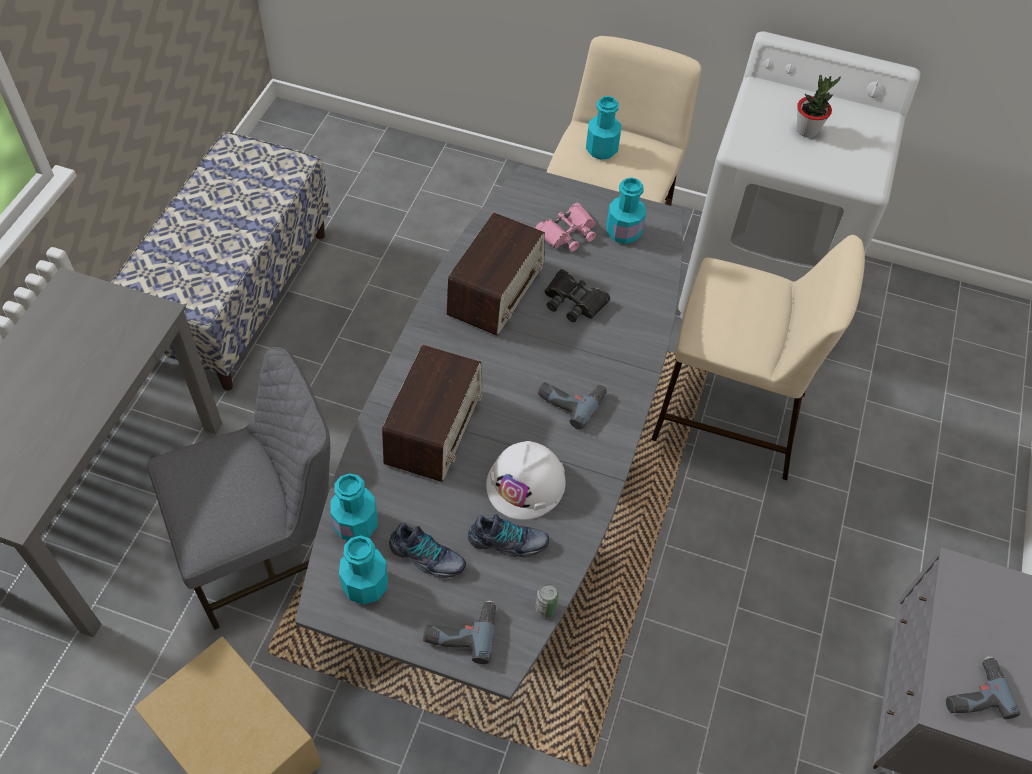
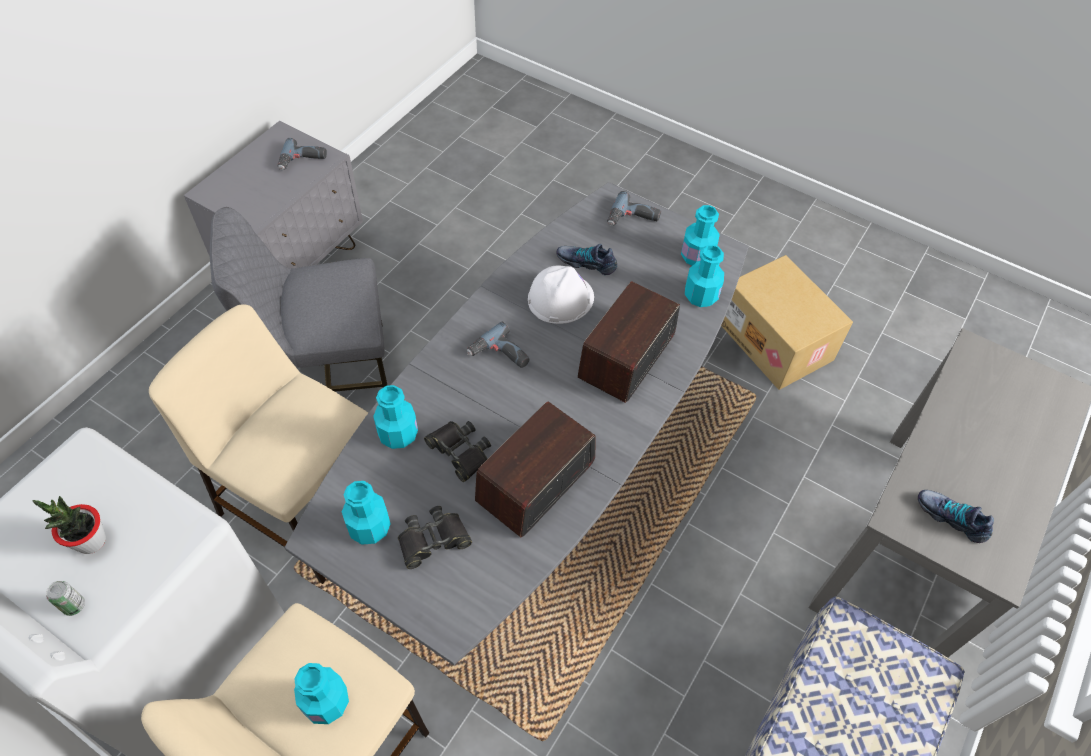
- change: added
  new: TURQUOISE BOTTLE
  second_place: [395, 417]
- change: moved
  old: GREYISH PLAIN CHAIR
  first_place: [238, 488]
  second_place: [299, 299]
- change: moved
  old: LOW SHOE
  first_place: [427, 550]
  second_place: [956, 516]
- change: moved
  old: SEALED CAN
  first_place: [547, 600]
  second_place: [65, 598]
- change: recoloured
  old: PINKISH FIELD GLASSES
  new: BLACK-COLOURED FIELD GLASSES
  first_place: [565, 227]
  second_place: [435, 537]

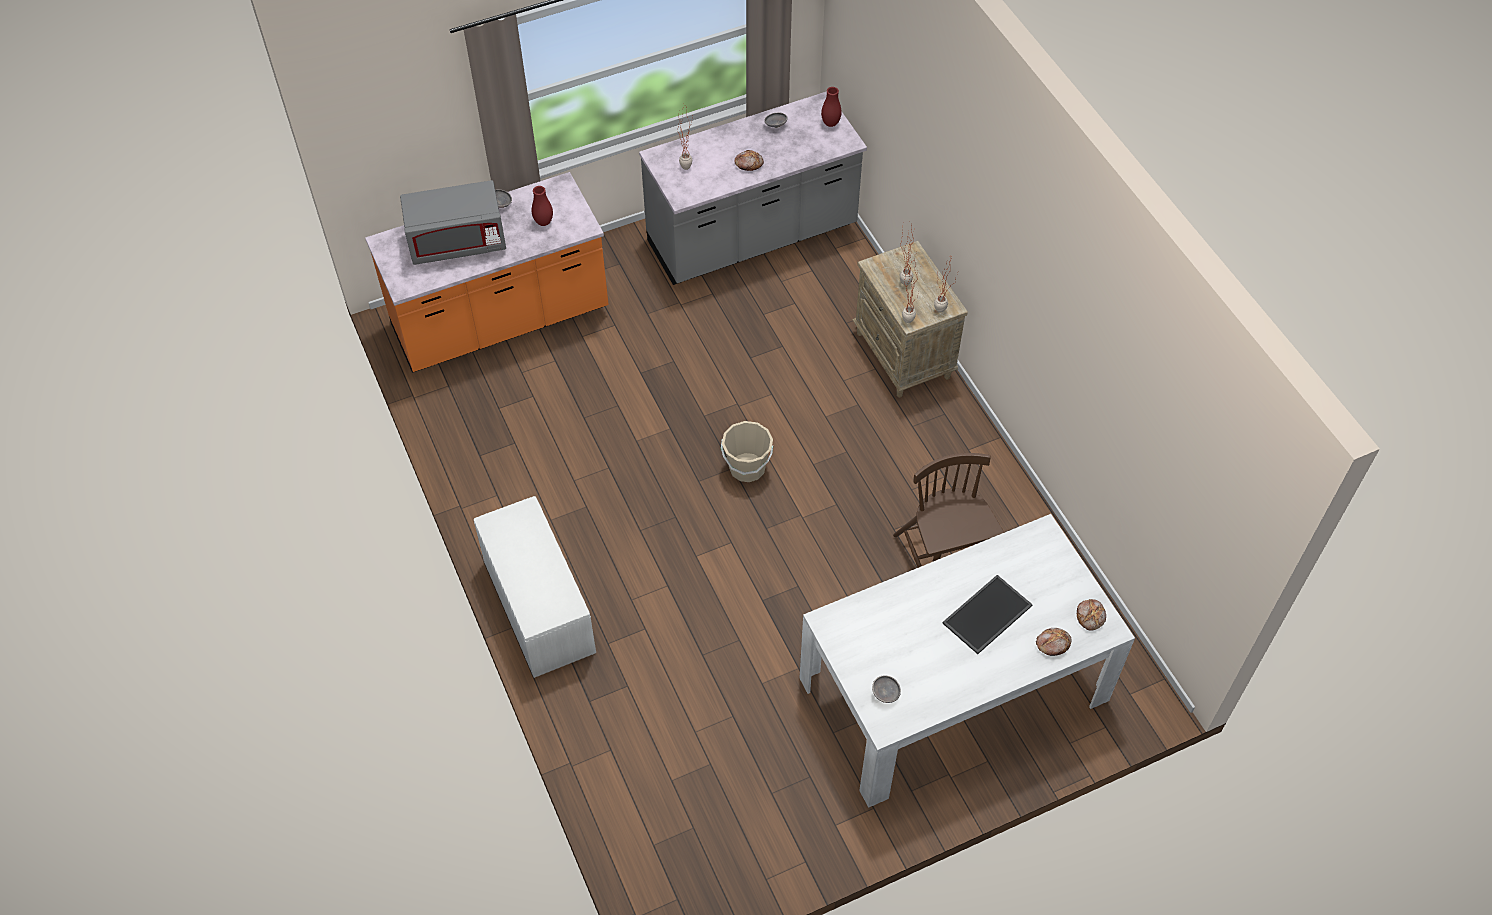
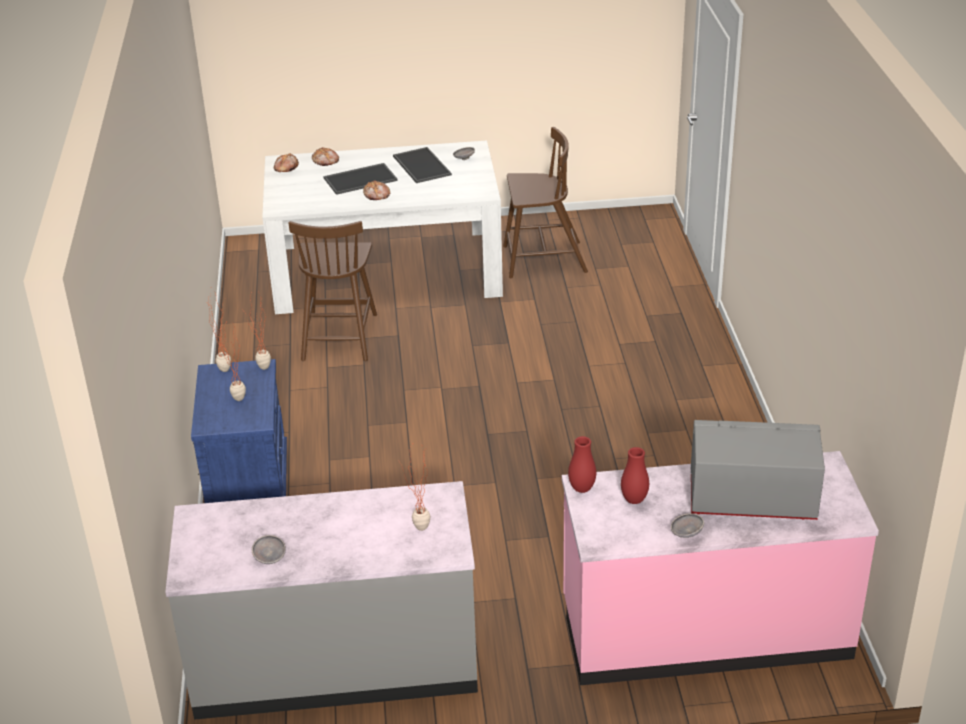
- change: removed
  old: WHITE-COLOURED LONG SEAT
  first_place: [535, 587]
- change: removed
  old: SAND-COLOURED BUCKET
  first_place: [747, 451]
- change: added
  new: CARRYING TRAY
  second_place: [422, 165]
- change: added
  new: BROWNISH PLAIN CHAIR
  second_place: [545, 202]
- change: moved
  old: BAKERY BREAD
  first_place: [749, 160]
  second_place: [377, 190]
- change: moved
  old: RED-COLOURED FLOWER VASE
  first_place: [831, 107]
  second_place: [582, 464]
- change: recoloured
  old: ORANGEY KITCHEN COUNTER
  new: PINKISH KITCHEN COUNTER
  first_place: [487, 272]
  second_place: [720, 568]
- change: recoloured
  old: SAND-COLOURED NIGHT TABLE
  new: BLUE-COLOURED NIGHT TABLE
  first_place: [910, 319]
  second_place: [239, 431]

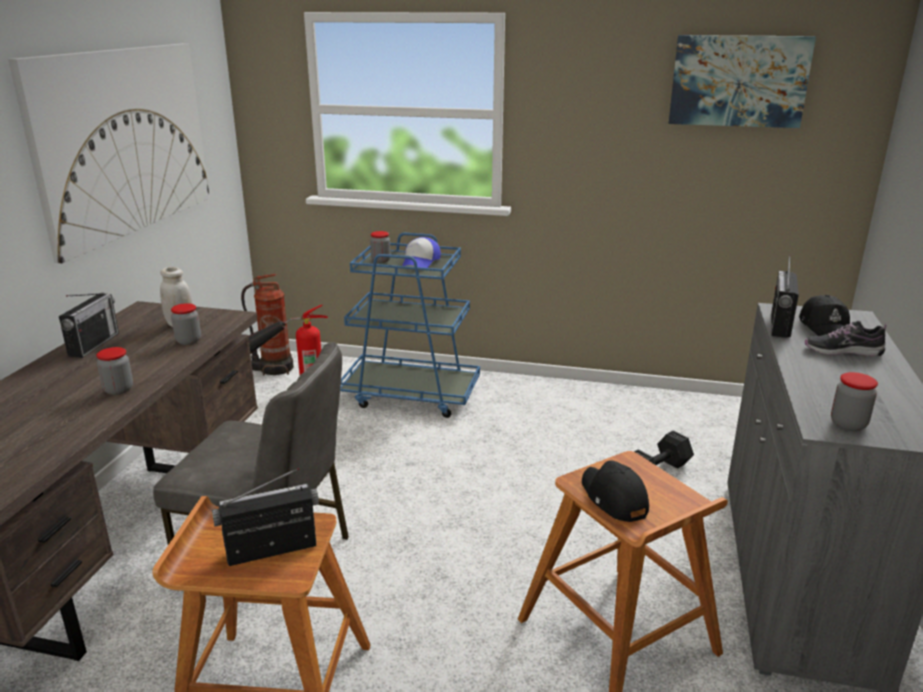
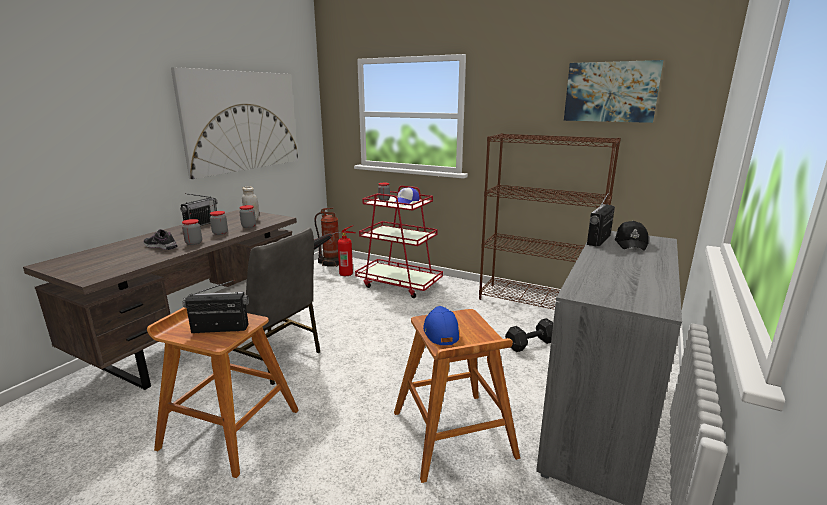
- change: added
  new: BROWNISH BOOKSHELF
  second_place: [550, 221]
- change: moved
  old: LOW SHOE
  first_place: [846, 338]
  second_place: [160, 239]
- change: moved
  old: PRESERVE JAR
  first_place: [854, 401]
  second_place: [219, 223]
- change: recoloured
  old: BLUE-COLOURED CART
  new: RED-COLOURED CART
  first_place: [410, 325]
  second_place: [399, 242]
- change: recoloured
  old: BLACK-COLOURED CAP
  new: BLUE-COLOURED CAP
  first_place: [615, 491]
  second_place: [441, 325]

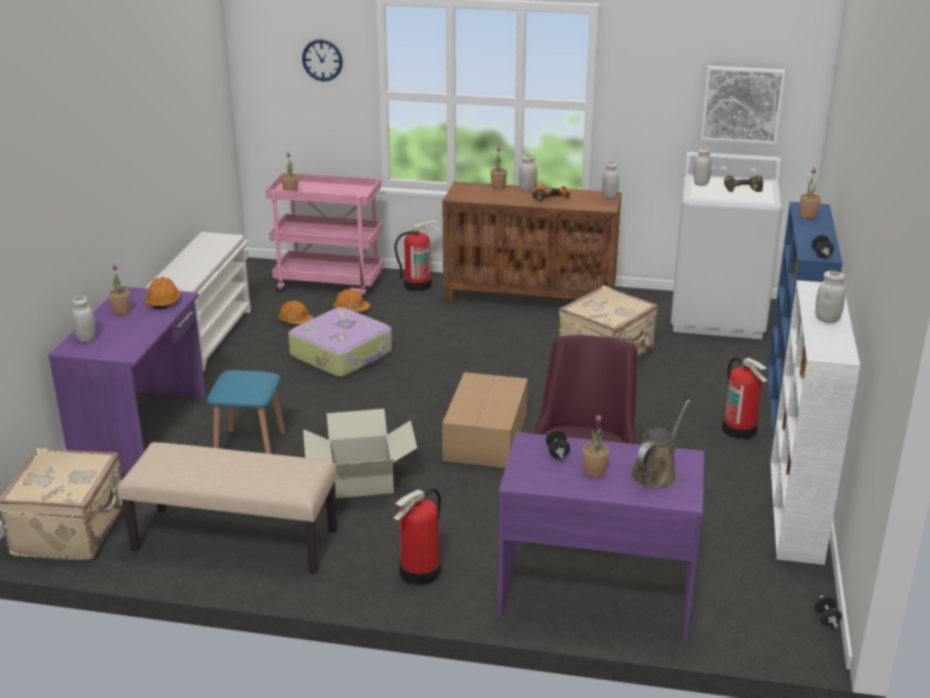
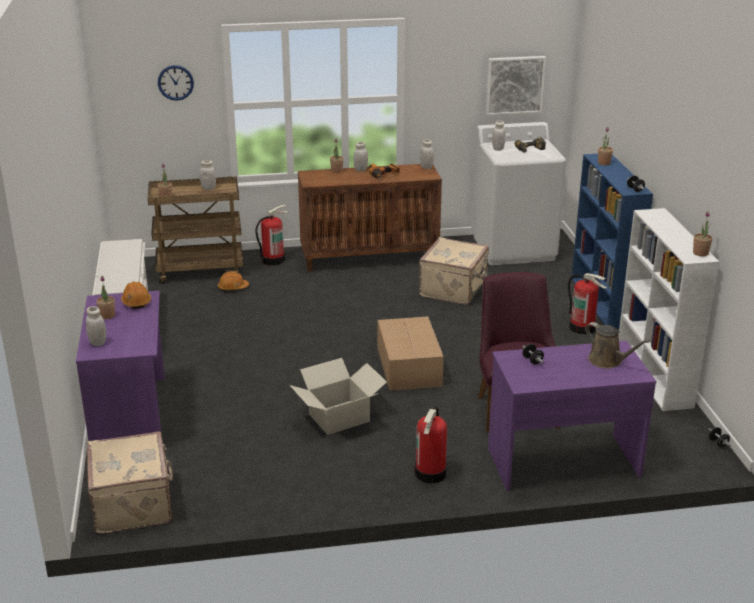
- change: removed
  old: SAND-COLOURED LONG SEAT
  first_place: [227, 507]
- change: removed
  old: BLUE-COLOURED STOOL SEAT
  first_place: [246, 412]
- change: removed
  old: ORANGEY WORK HELMET
  first_place: [295, 312]
- change: removed
  old: PIECE OF LUGGAGE
  first_place: [340, 342]
- change: moved
  old: POTTED PLANT
  first_place: [596, 446]
  second_place: [703, 234]
- change: moved
  old: WHITE-COLOURED PRESERVE JAR
  first_place: [830, 297]
  second_place: [208, 175]
- change: recoloured
  old: PINKISH CART
  new: BROWNISH CART
  first_place: [325, 234]
  second_place: [196, 230]
- change: turned
  old: BROWNISH WATERING CAN
  first_place: [661, 443]
  second_place: [617, 345]
  degrees: 120

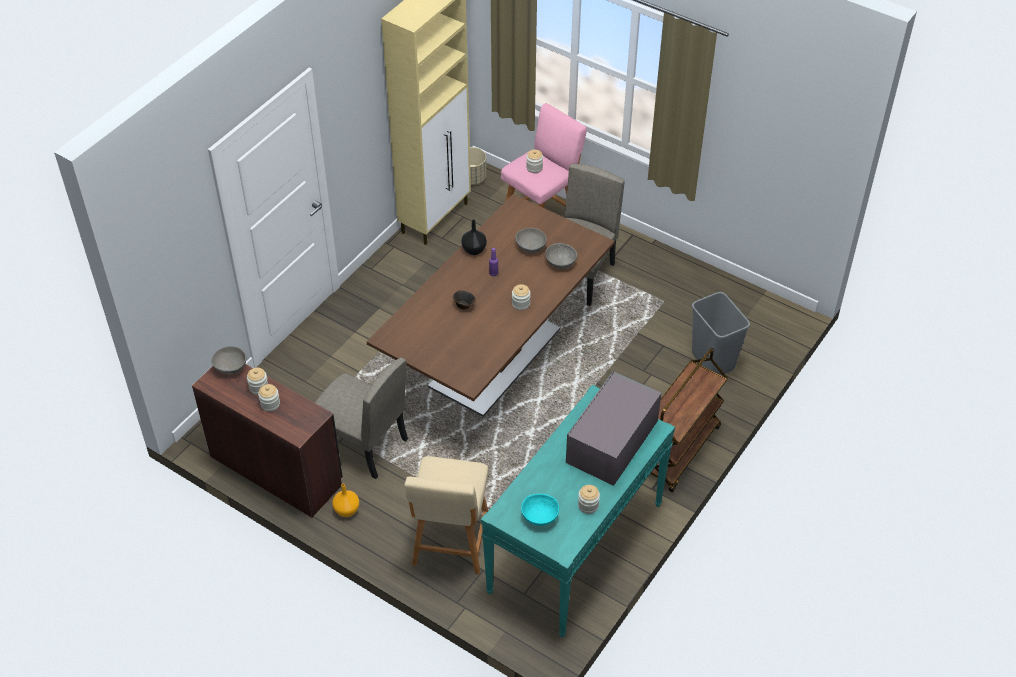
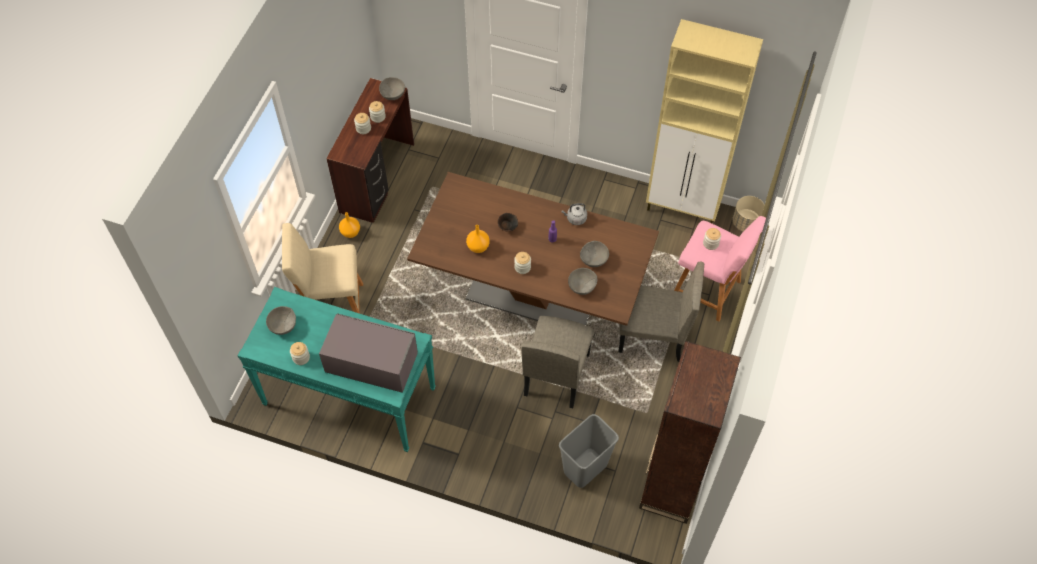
- change: removed
  old: BROWNISH CART
  first_place: [689, 420]
- change: added
  new: ORANGEY FLOWER VASE
  second_place: [478, 239]
- change: added
  new: BROWNISH BOOKSHELF
  second_place: [690, 432]
- change: moved
  old: SAND-COLOURED PLAIN CHAIR
  first_place: [361, 418]
  second_place: [557, 362]
- change: replaced
  old: BLACK-COLOURED FLOWER VASE
  new: GREYISH WATER KETTLE
  first_place: [474, 237]
  second_place: [574, 214]
- change: recoloured
  old: TURQUOISE DEEP DISH
  new: GREYISH DEEP DISH
  first_place: [540, 510]
  second_place: [281, 320]

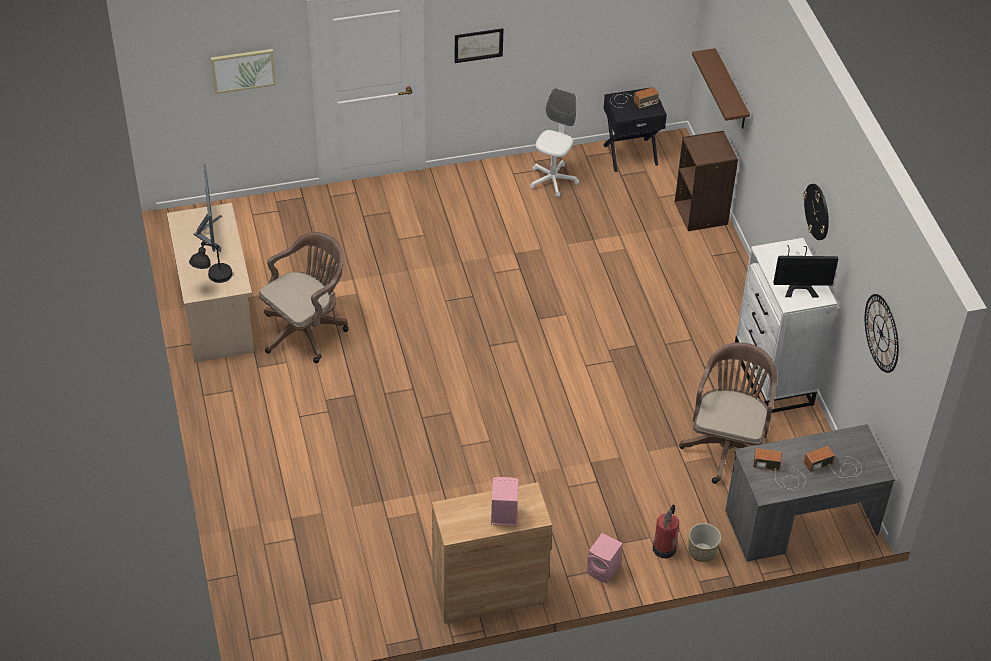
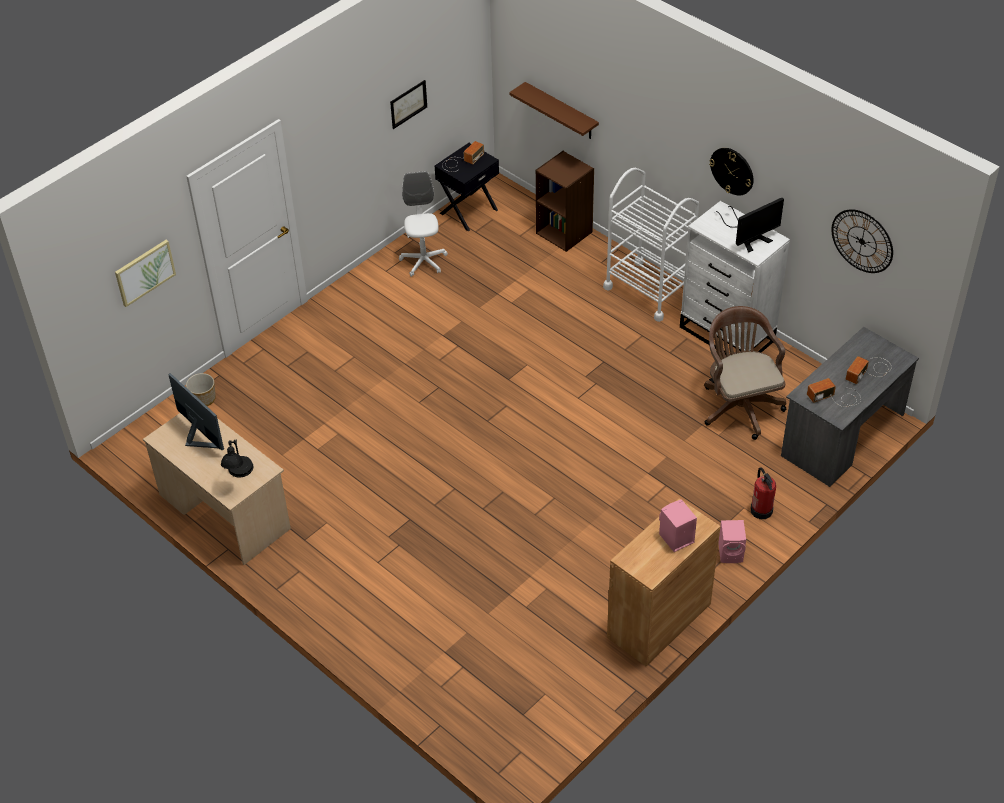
- change: removed
  old: BROWNISH COMPUTER CHAIR
  first_place: [303, 297]
- change: added
  new: WHITE-COLOURED CART
  second_place: [651, 245]
- change: moved
  old: WALL ART
  first_place: [479, 45]
  second_place: [408, 104]
- change: moved
  old: PLANT POT
  first_place: [705, 542]
  second_place: [201, 389]

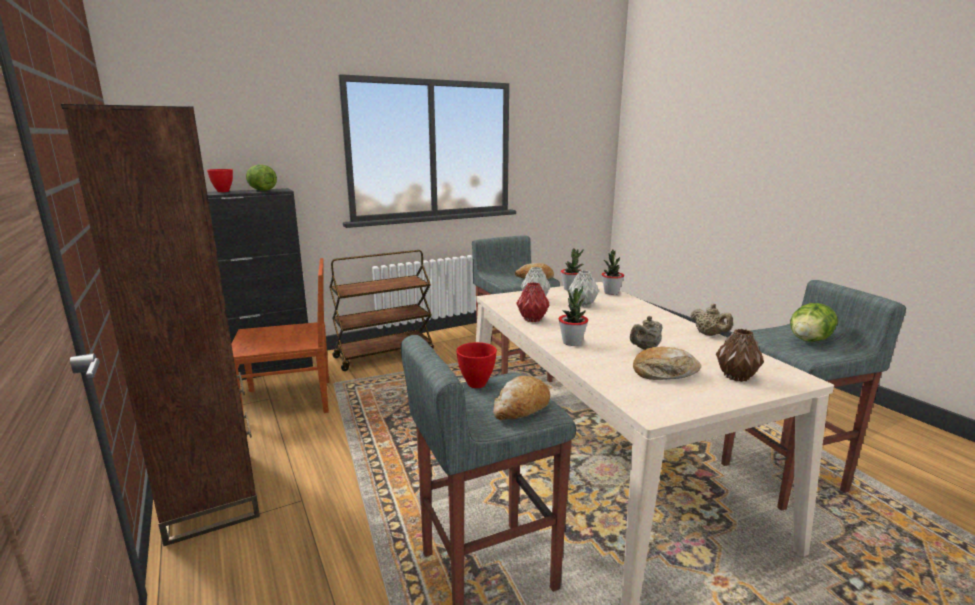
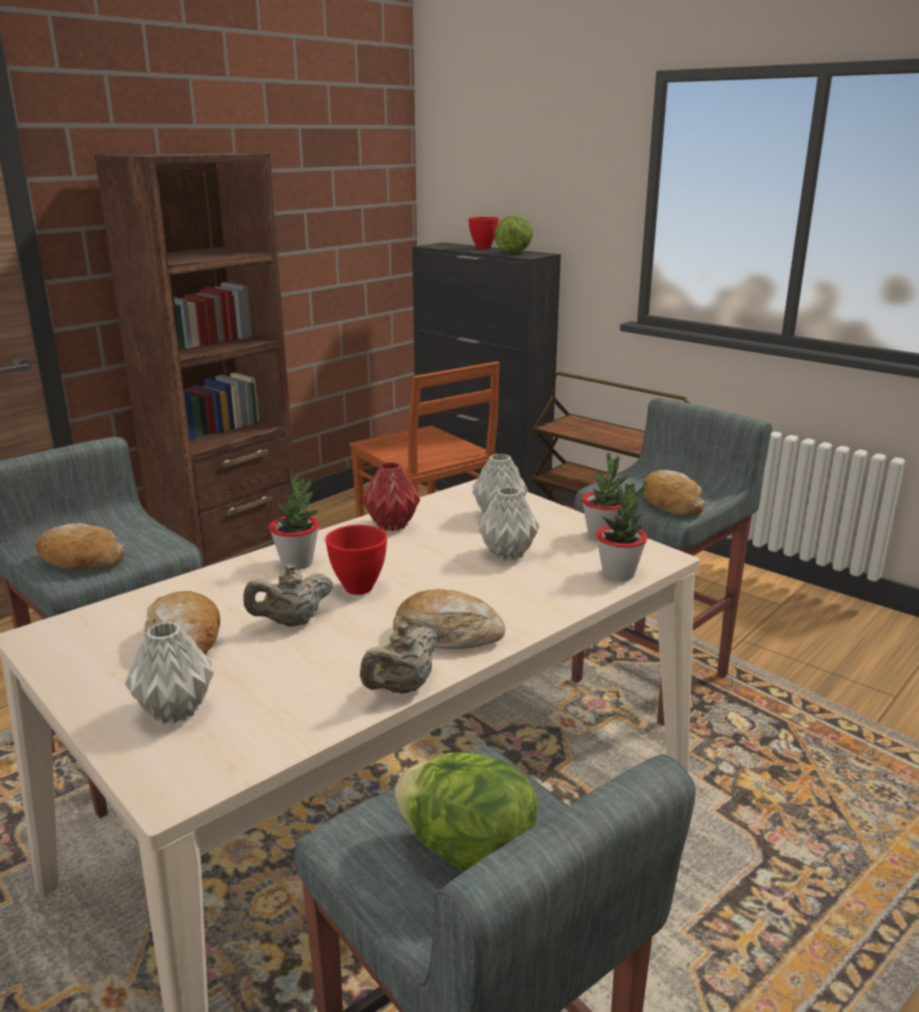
- change: added
  new: BAKERY BREAD
  second_place: [449, 619]
- change: moved
  old: RED-COLOURED DEEP DISH
  first_place: [476, 365]
  second_place: [356, 560]
- change: recoloured
  old: BROWNISH FLOWER VASE
  new: GREYISH FLOWER VASE
  first_place: [740, 355]
  second_place: [169, 672]
- change: turned
  old: SAND-COLOURED TEAPOT
  first_place: [646, 333]
  second_place: [288, 596]
  degrees: -60

